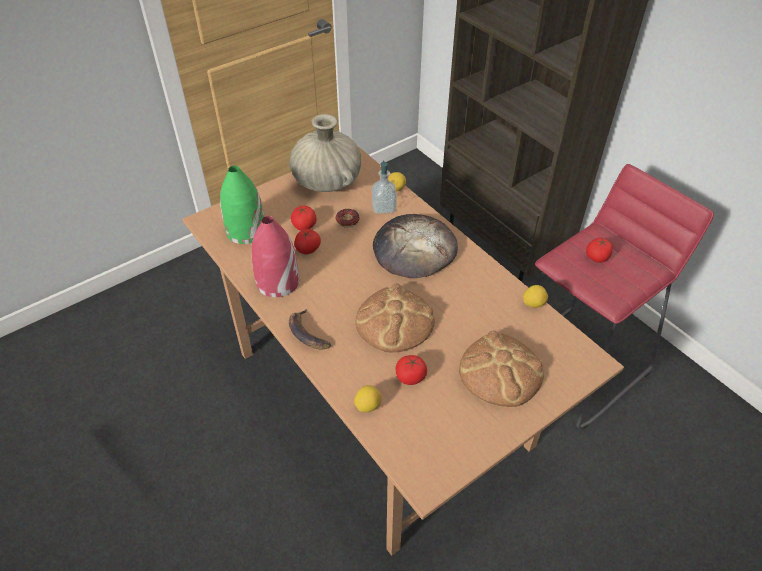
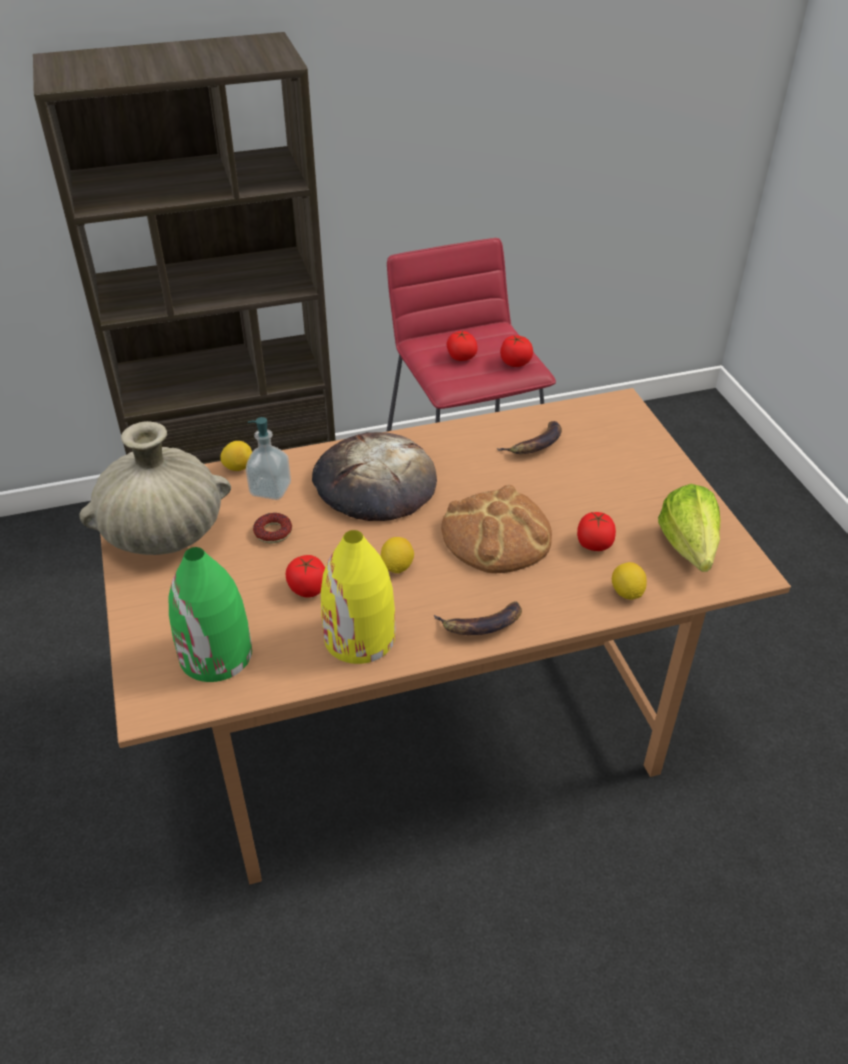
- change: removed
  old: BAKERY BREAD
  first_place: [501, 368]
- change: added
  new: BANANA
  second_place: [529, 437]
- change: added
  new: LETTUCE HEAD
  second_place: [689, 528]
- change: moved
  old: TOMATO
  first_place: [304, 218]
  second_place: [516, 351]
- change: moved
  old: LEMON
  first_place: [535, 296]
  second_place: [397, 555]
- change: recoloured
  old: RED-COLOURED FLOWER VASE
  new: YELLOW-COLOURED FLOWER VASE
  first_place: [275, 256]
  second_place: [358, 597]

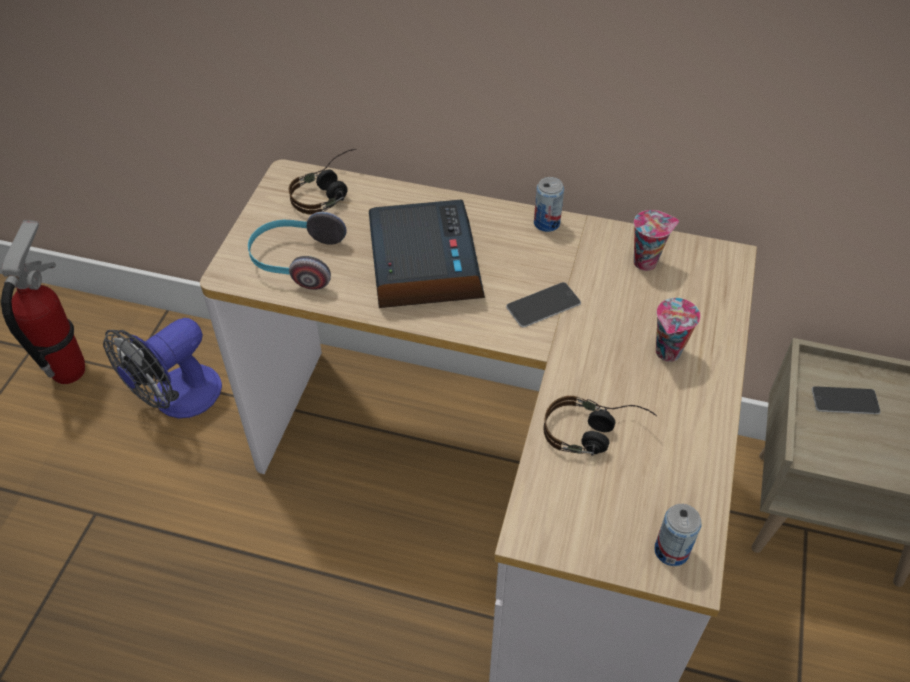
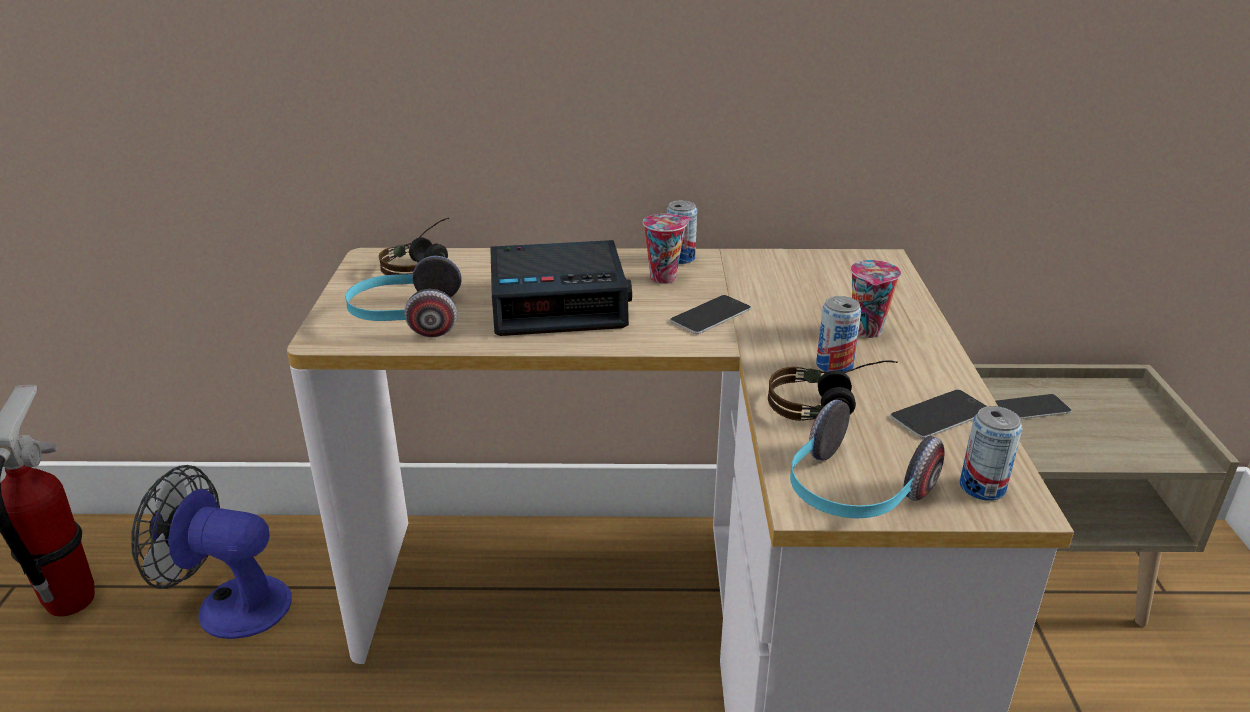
- change: added
  new: HEADSET
  second_place: [867, 459]
- change: added
  new: SEALED CAN
  second_place: [838, 334]
- change: added
  new: PHONE
  second_place: [939, 414]
- change: moved
  old: SMALL CUP
  first_place: [656, 240]
  second_place: [667, 249]
- change: turned
  old: ELECTRIC FAN
  first_place: [162, 368]
  second_place: [211, 552]
  degrees: 75
- change: turned
  old: ALARM CLOCK
  first_place: [427, 254]
  second_place: [561, 288]
  degrees: 105

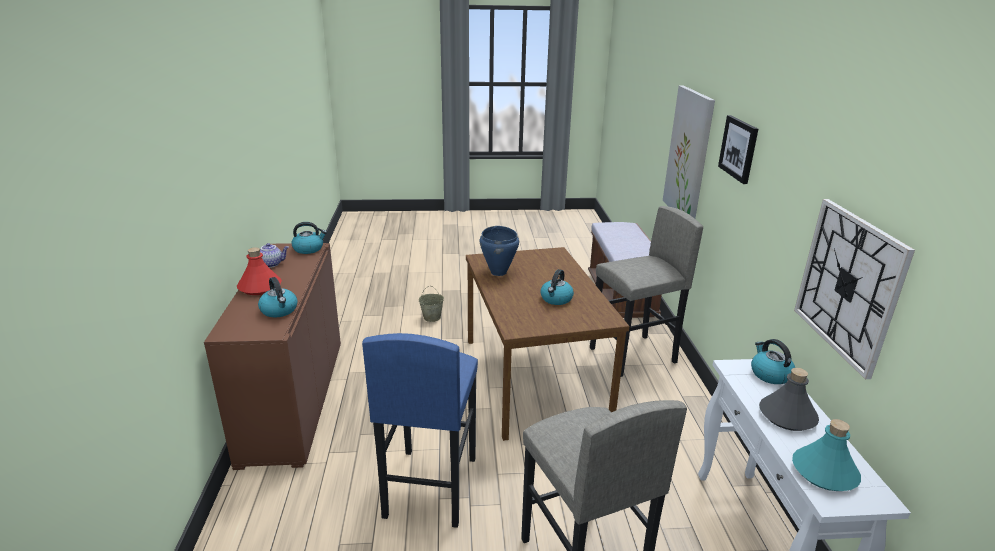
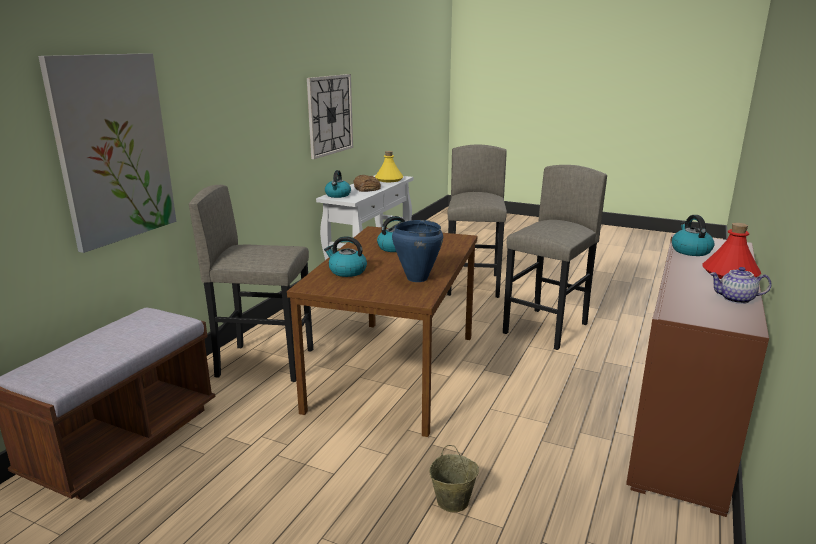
- change: removed
  old: WALL ART
  first_place: [738, 149]
- change: moved
  old: WATER KETTLE
  first_place: [309, 238]
  second_place: [345, 256]
- change: replaced
  old: GREYISH BOTTLE
  new: BAKERY BREAD
  first_place: [789, 399]
  second_place: [367, 183]
- change: recoloured
  old: BLUE-COLOURED STOOL SEAT
  new: GREYISH STOOL SEAT
  first_place: [420, 430]
  second_place: [555, 257]
- change: recoloured
  old: TURQUOISE BOTTLE
  new: YELLOW-COLOURED BOTTLE
  first_place: [826, 455]
  second_place: [389, 166]

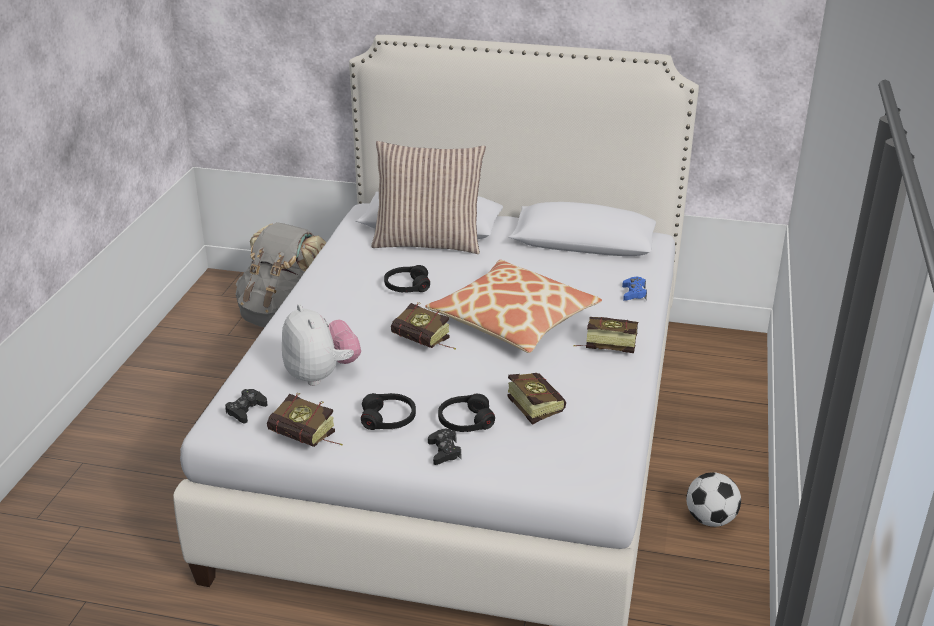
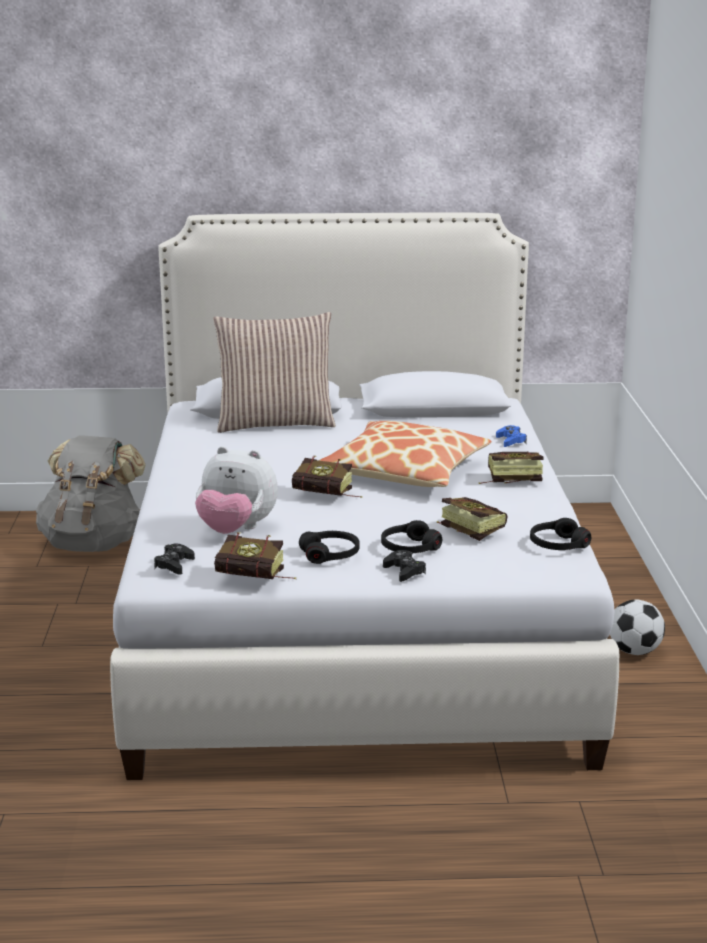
- change: moved
  old: BLACK-COLOURED HEADSET
  first_place: [407, 279]
  second_place: [560, 534]
- change: turned
  old: SOFT TOY
  first_place: [321, 345]
  second_place: [236, 490]
  degrees: 150

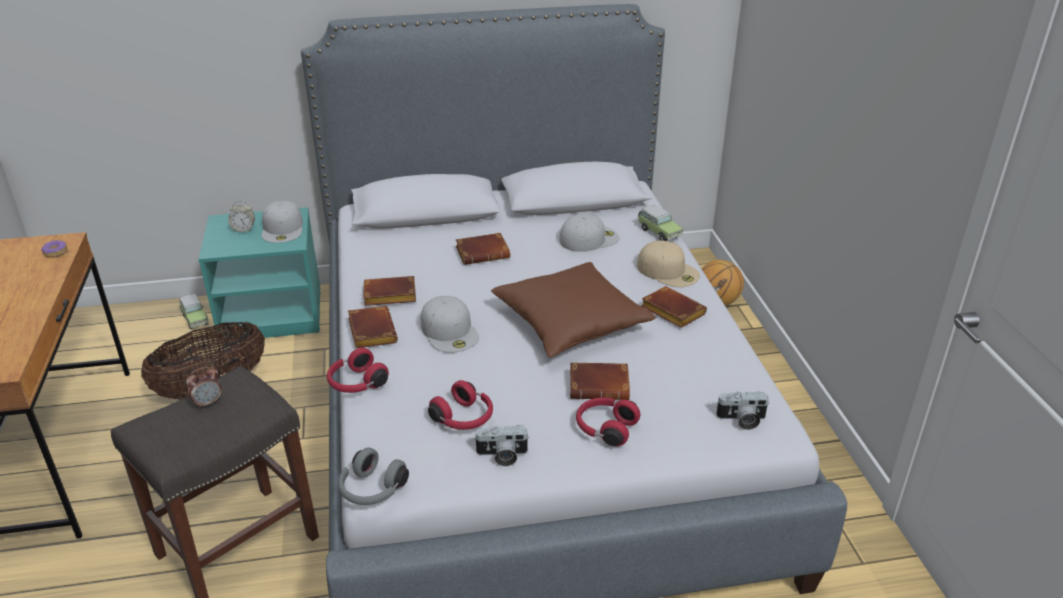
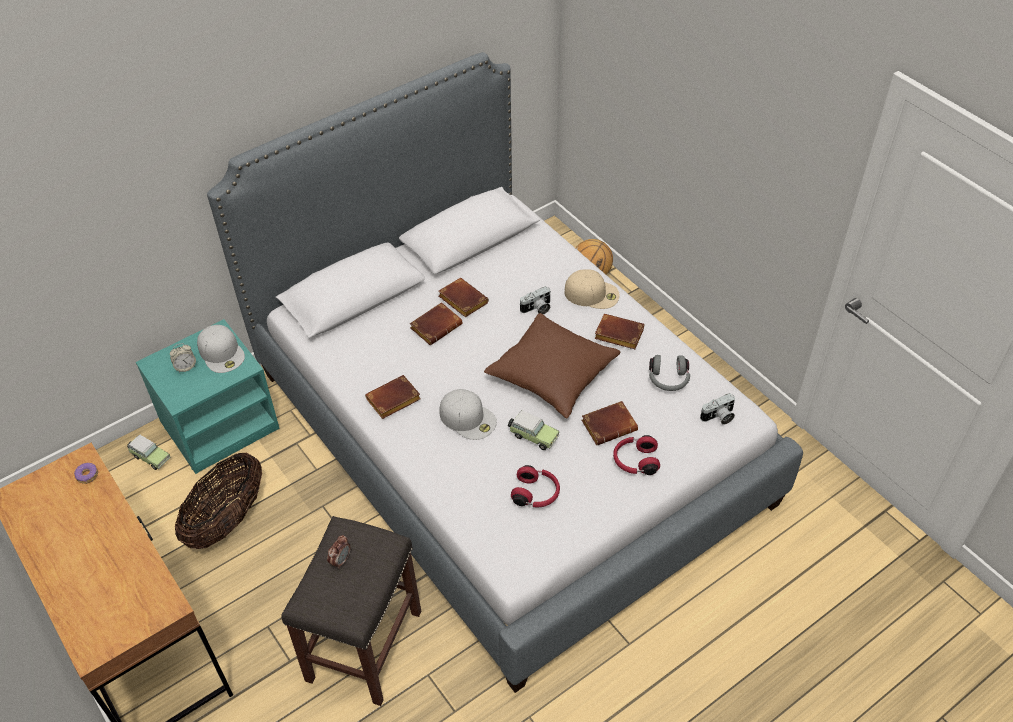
- change: removed
  old: RED-COLOURED HEADSET
  first_place: [358, 370]
- change: removed
  old: WHITE-COLOURED CAP
  first_place: [590, 232]
- change: moved
  old: GREYISH HEADSET
  first_place: [373, 476]
  second_place: [669, 373]
- change: moved
  old: BROWNISH VOLUME
  first_place: [373, 327]
  second_place: [463, 297]
- change: moved
  old: STILL CAMERA
  first_place: [502, 445]
  second_place: [535, 300]
- change: moved
  old: MODEL CAR
  first_place: [660, 223]
  second_place: [533, 430]

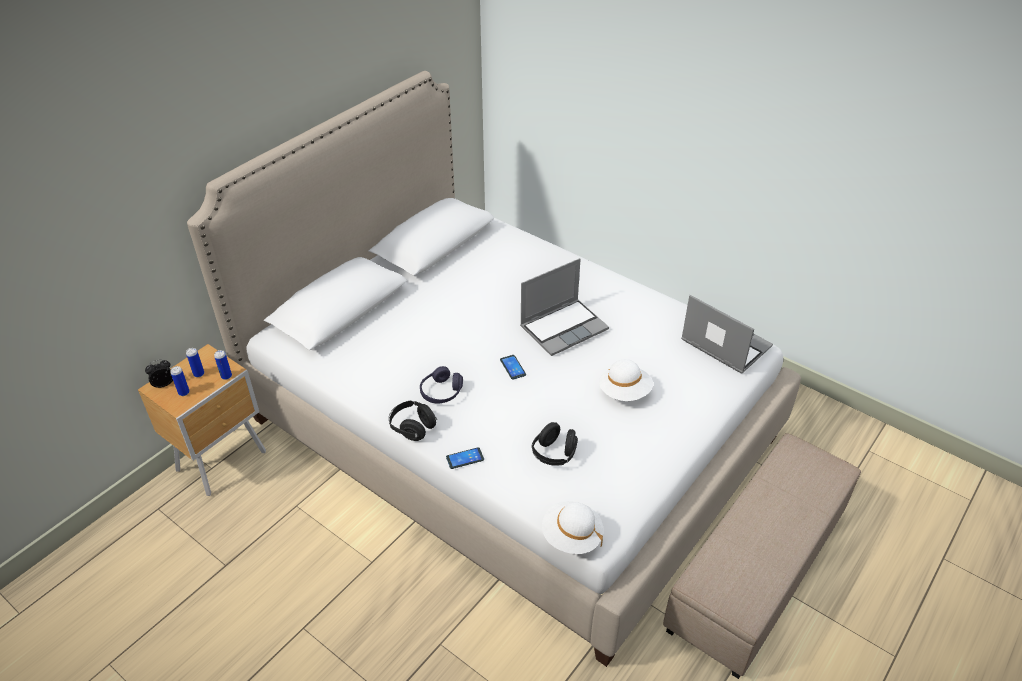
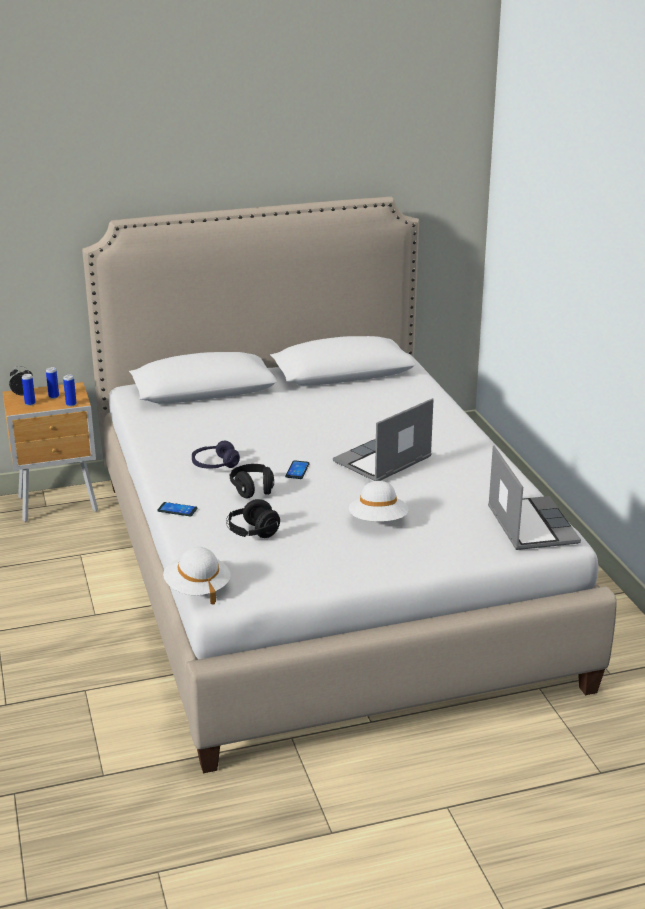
- change: removed
  old: SAND-COLOURED POUFFE
  first_place: [762, 556]
- change: moved
  old: BLACK-COLOURED HEADSET
  first_place: [413, 420]
  second_place: [252, 481]
- change: turned
  old: NOTEBOOK COMPUTER
  first_place: [564, 307]
  second_place: [383, 439]
  degrees: 135

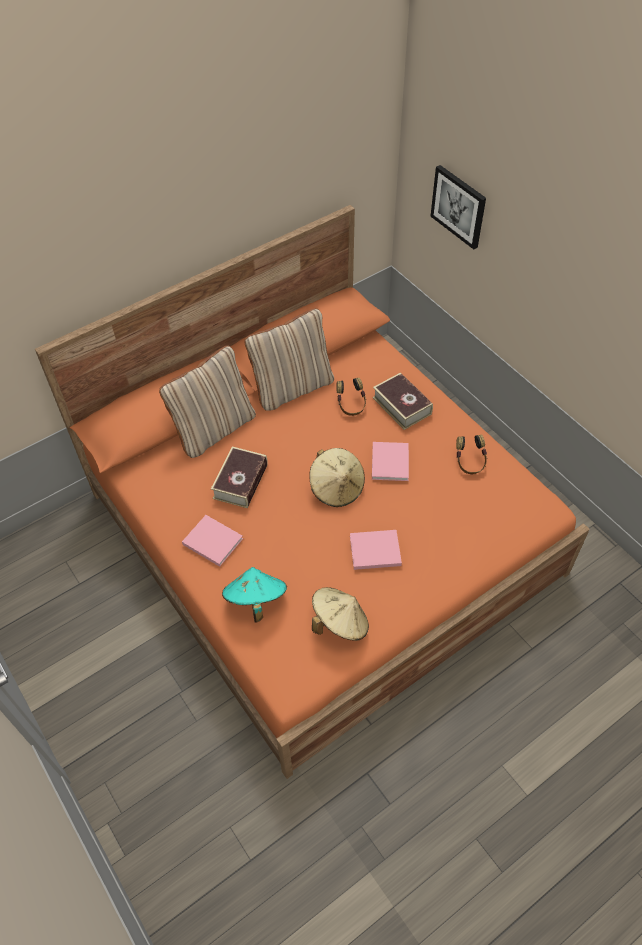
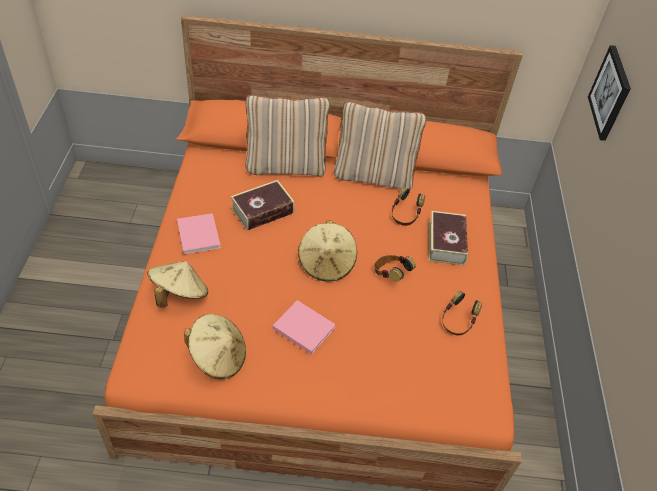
- change: replaced
  old: PINKISH VOLUME
  new: HEADSET
  first_place: [390, 461]
  second_place: [395, 268]
- change: recoloured
  old: TURQUOISE HAT
  new: SAND-COLOURED HAT
  first_place: [254, 595]
  second_place: [178, 284]

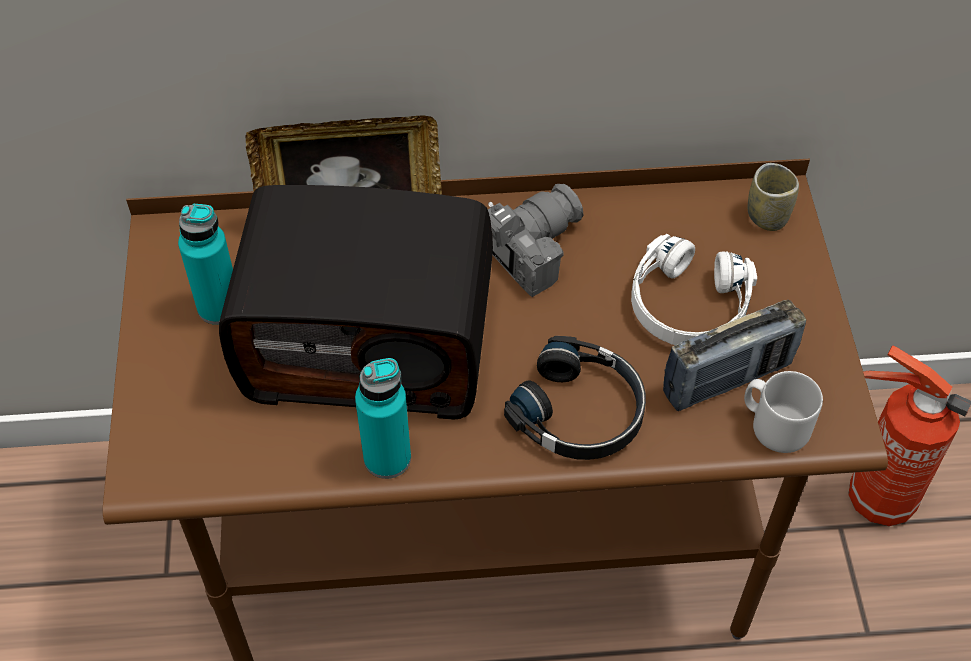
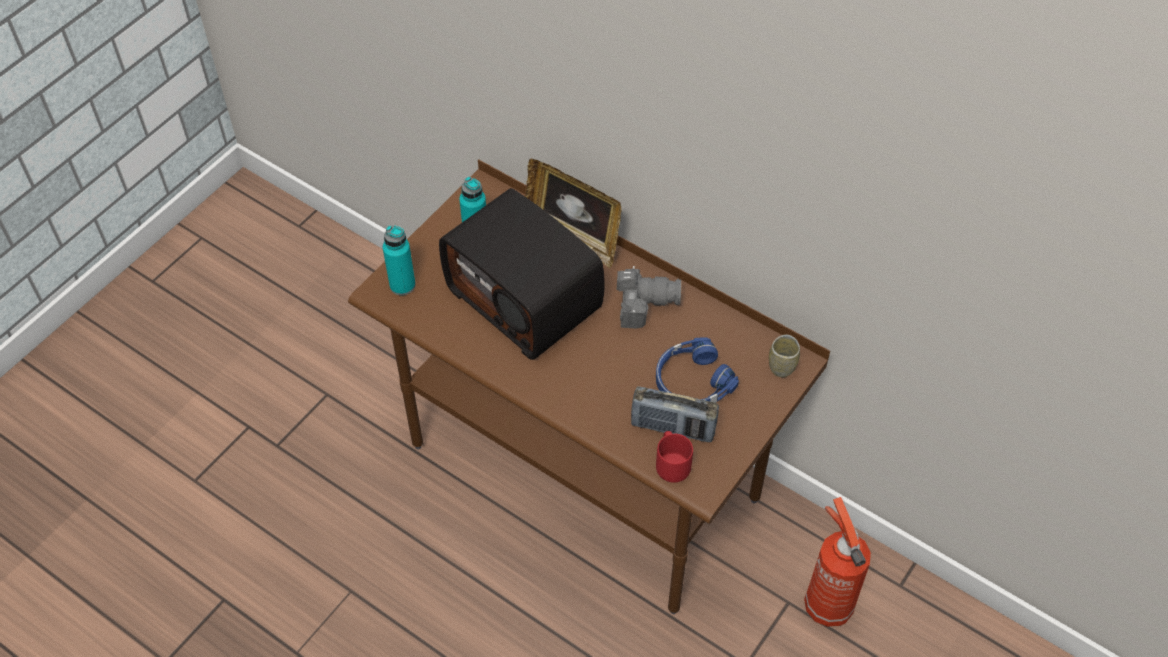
- change: removed
  old: BLACK-COLOURED HEADSET
  first_place: [575, 398]
- change: moved
  old: TURQUOISE BOTTLE
  first_place: [383, 418]
  second_place: [399, 260]
- change: recoloured
  old: WHITE-COLOURED HEADSET
  new: BLUE-COLOURED HEADSET
  first_place: [694, 289]
  second_place: [697, 370]
- change: recoloured
  old: GREYISH COFFEE MUG
  new: RED-COLOURED COFFEE MUG
  first_place: [783, 412]
  second_place: [674, 457]

